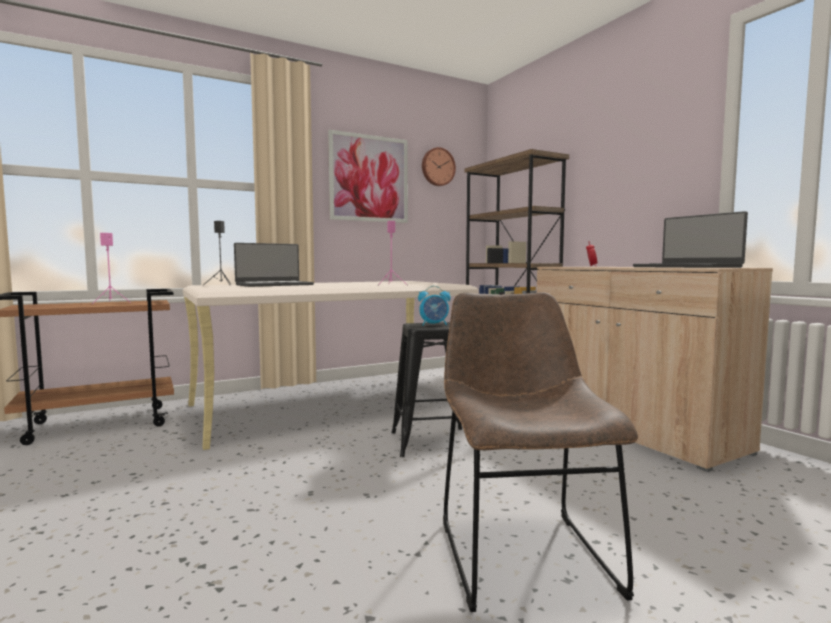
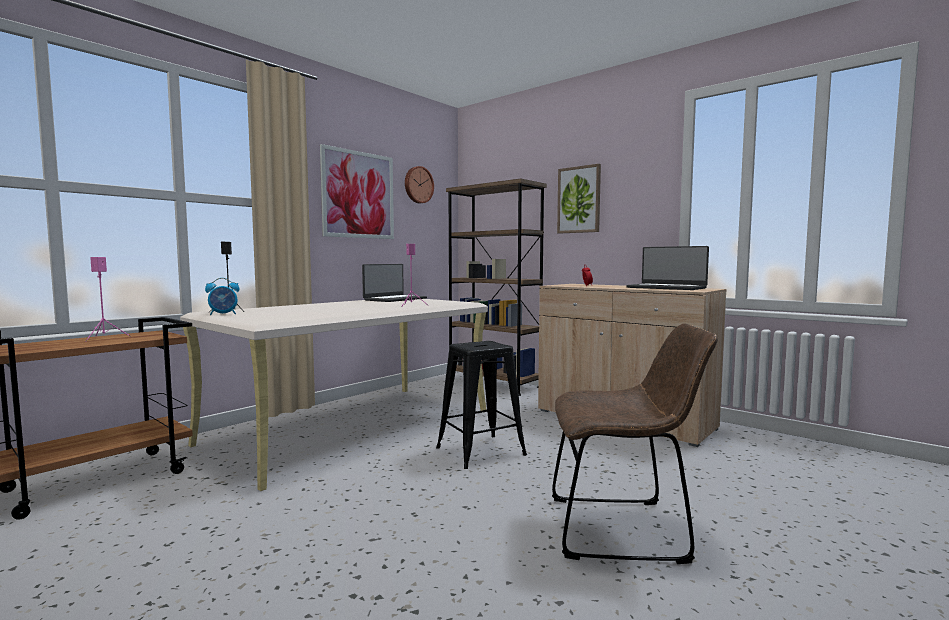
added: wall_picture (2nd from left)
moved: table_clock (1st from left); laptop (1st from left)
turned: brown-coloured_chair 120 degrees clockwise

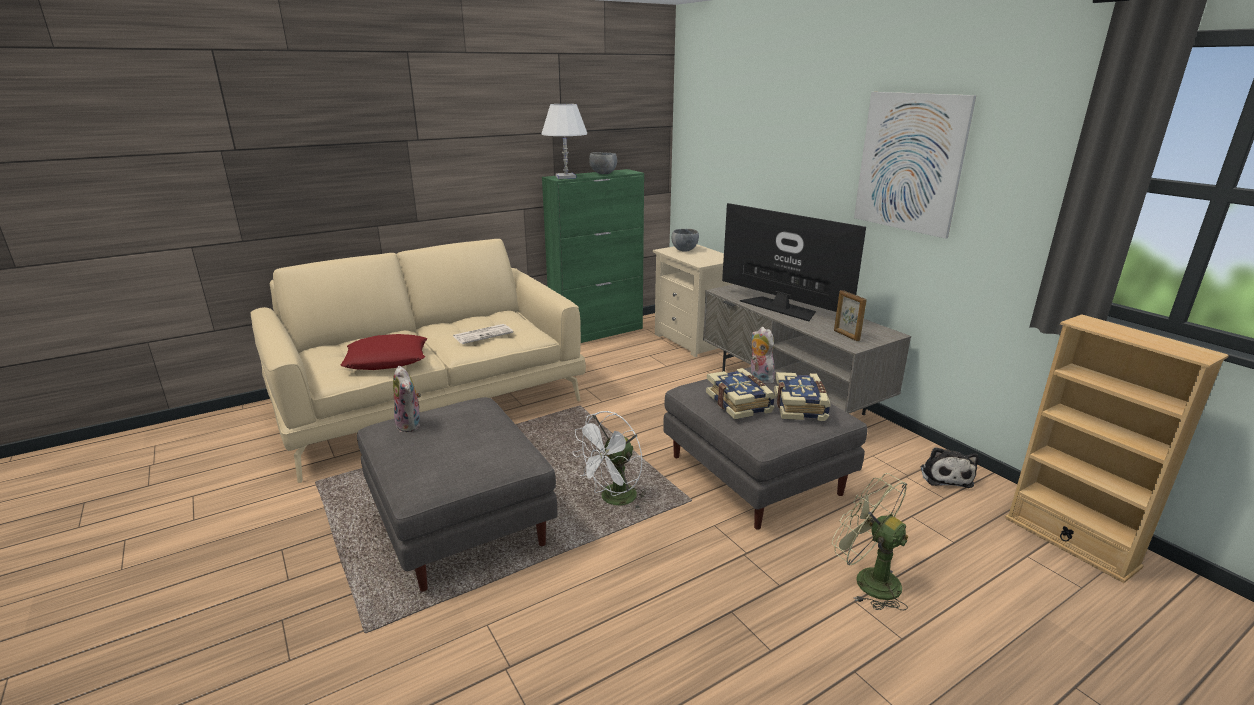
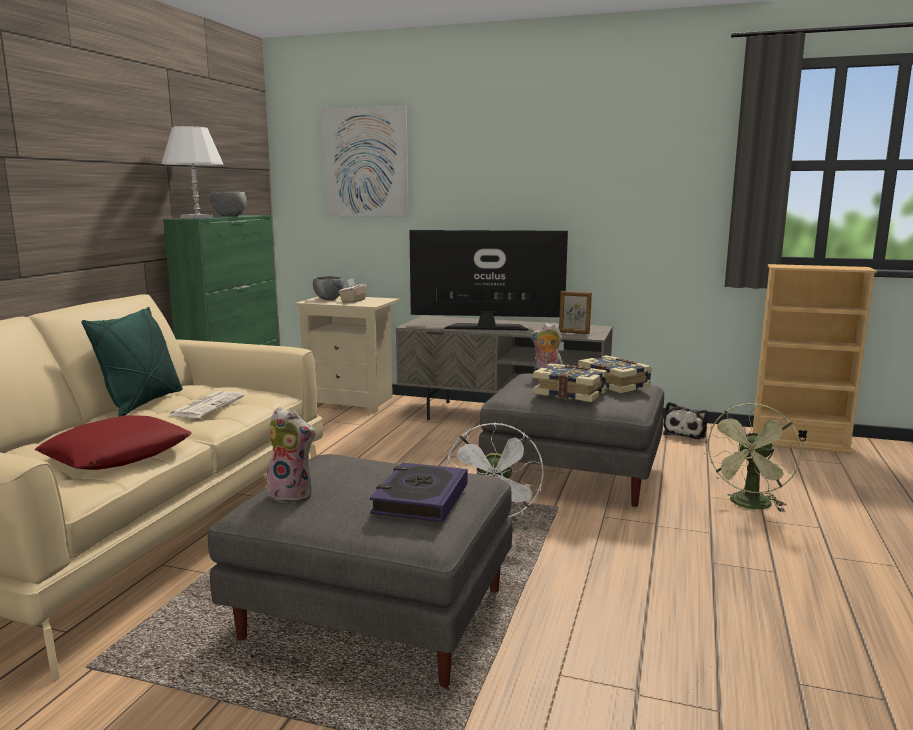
added: green-coloured_throw_pillow; beige-coloured_tissue_holder; volume (1st from left)
moved: wall_picture
turned: plush_toy (3rd from left) 60 degrees clockwise; green-coloured_fan 60 degrees counterclockwise

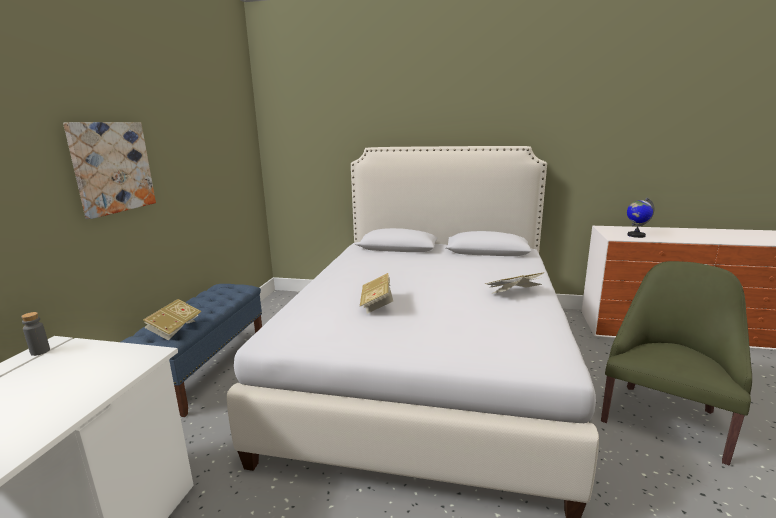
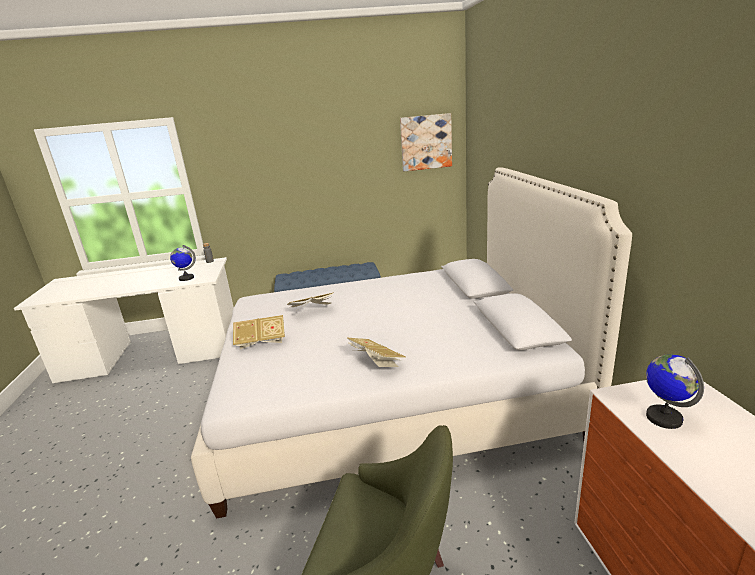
added: world_globe (1st from left)
moved: volume (1st from left); wall_picture

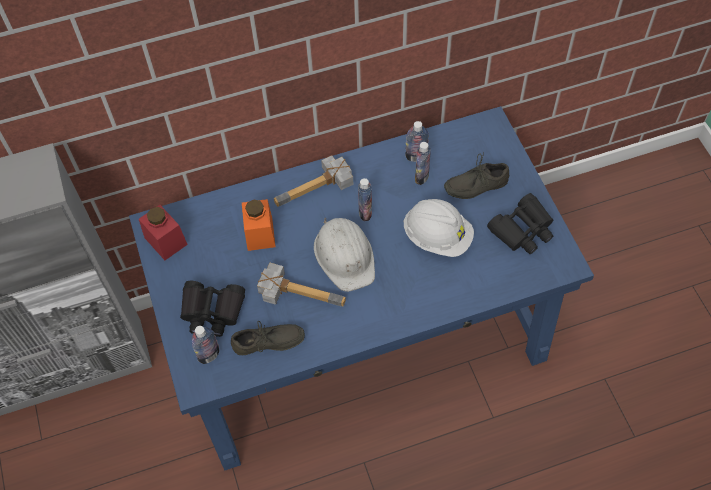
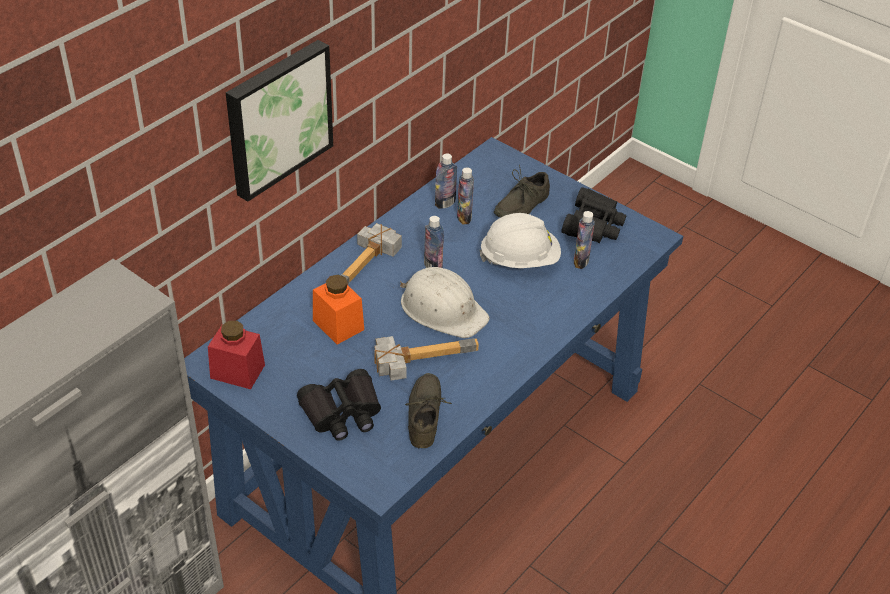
added: wall_picture
moved: beverage_bottle (1st from left in the first image) to beverage_bottle (4th from left)
turned: grey_item_of_footwear (1st from left) 45 degrees counterclockwise

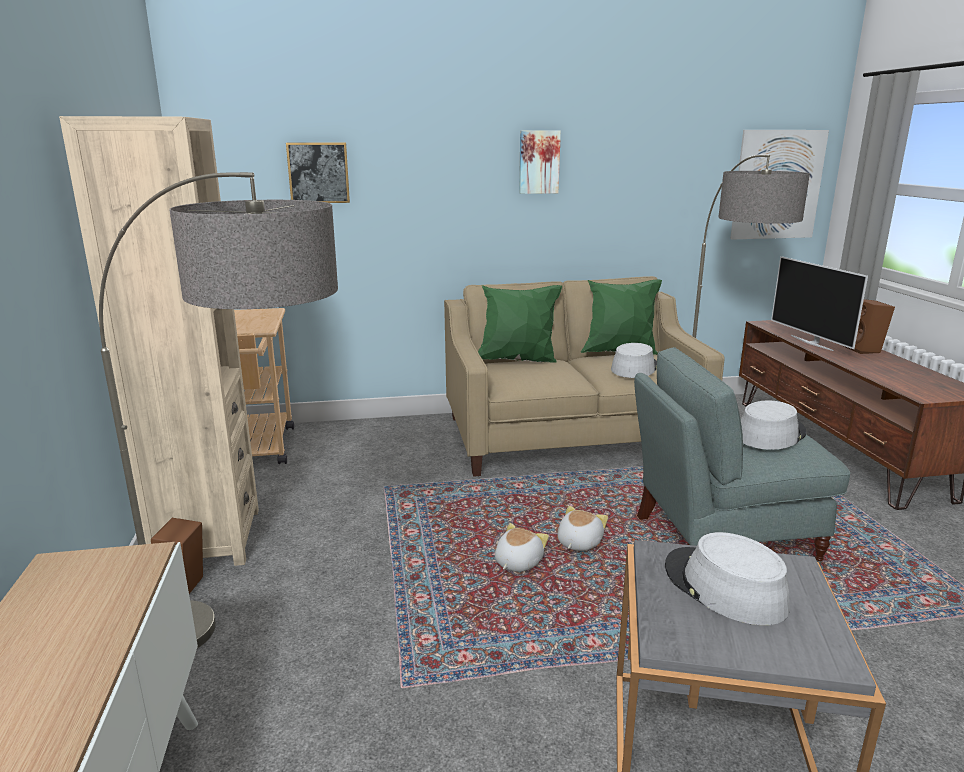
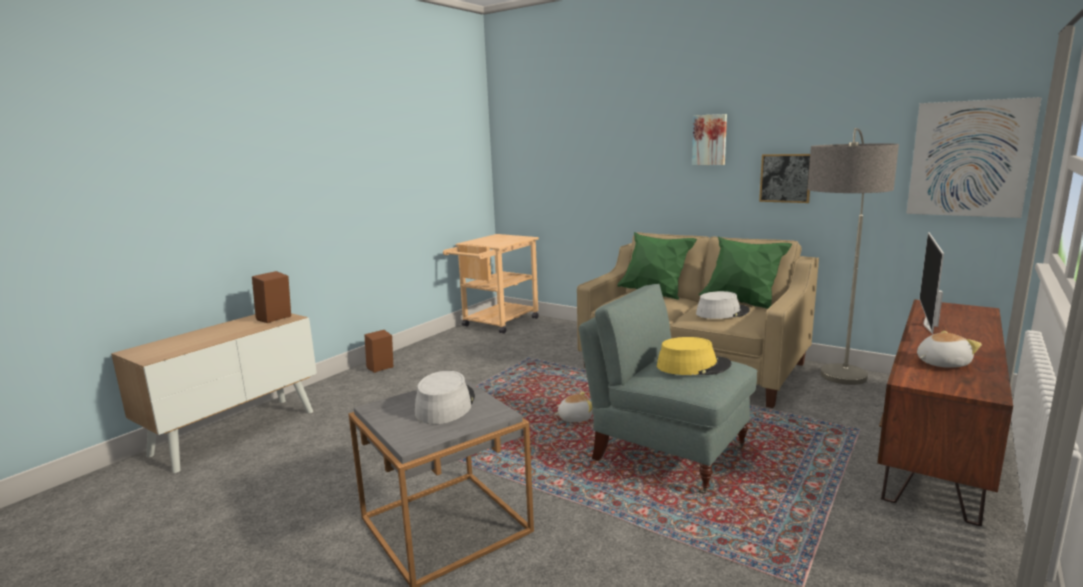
removed: beige-coloured_shelving_unit; floor_lamp (1st from left)
moved: brown-coloured_speaker (2nd from left in the first image) to brown-coloured_speaker (1st from left); wall_picture (1st from left in the first image) to wall_picture (2nd from left); plush_toy (1st from left in the first image) to plush_toy (2nd from left)
recoloured: grey_wearable_hat (3rd from left) to yellow-coloured_wearable_hat

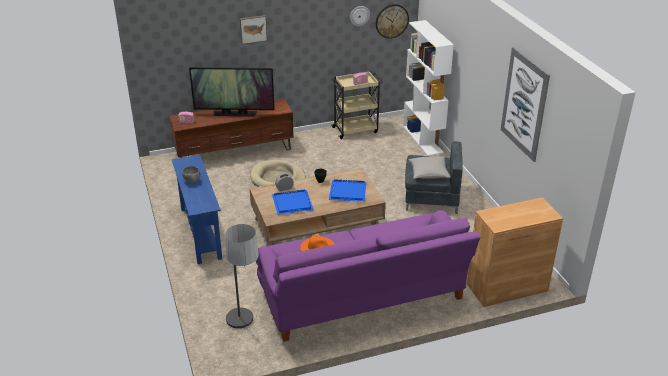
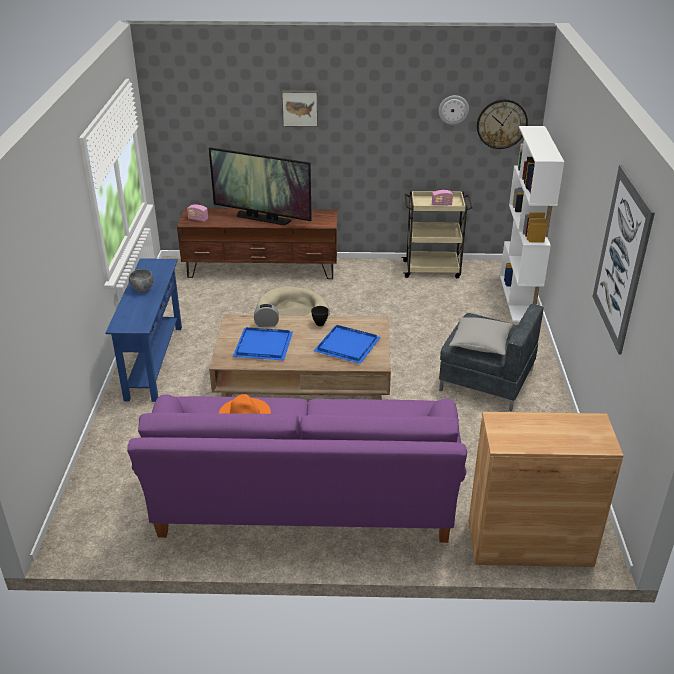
removed: floor_lamp

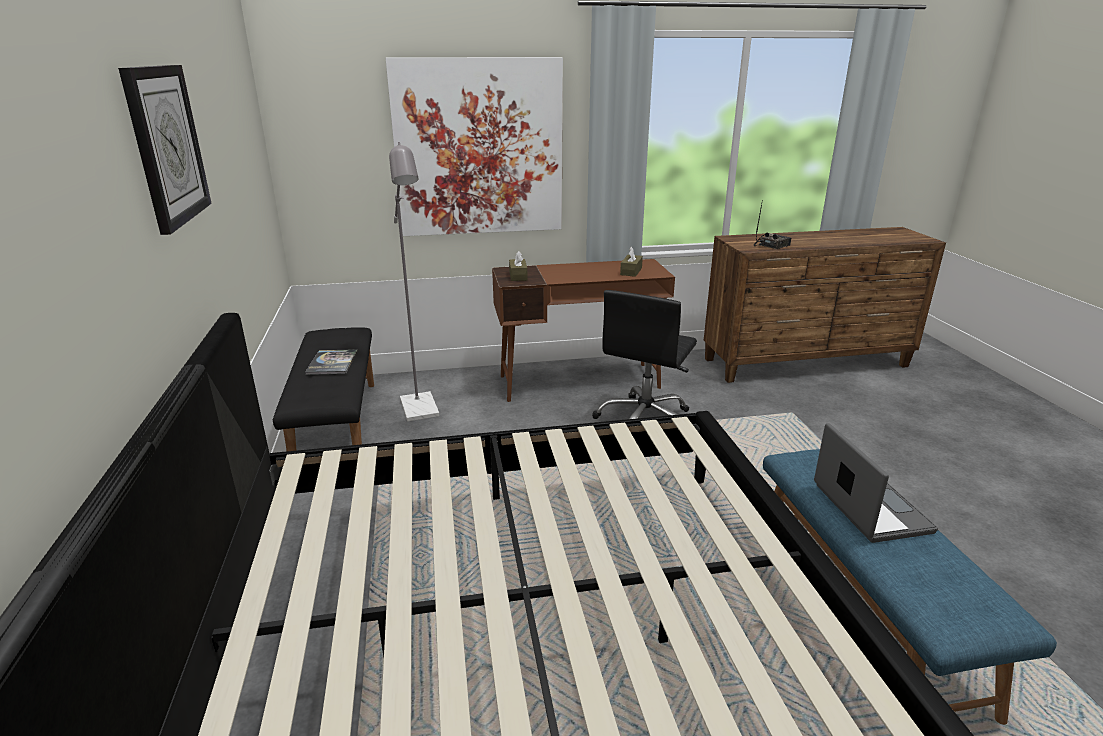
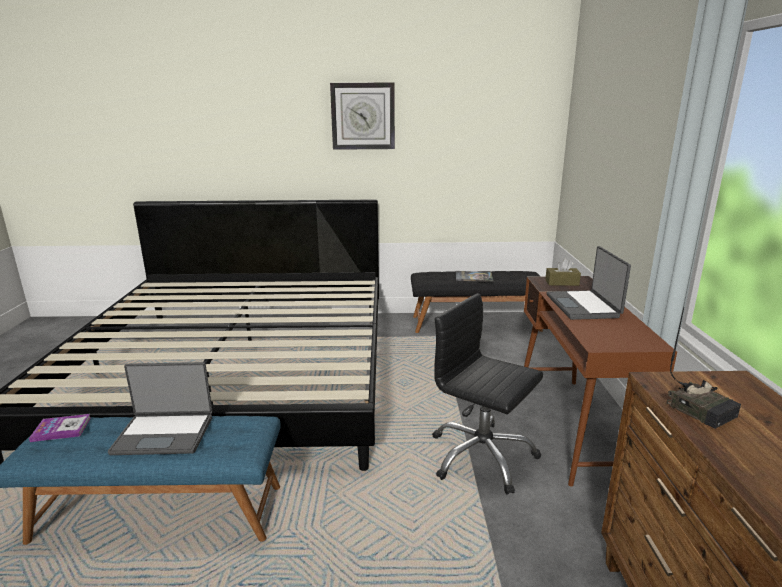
removed: wall_picture; grey_floor_lamp; brown-coloured_tissue_holder (2nd from left)
added: volume (1st from left); laptop (2nd from left)

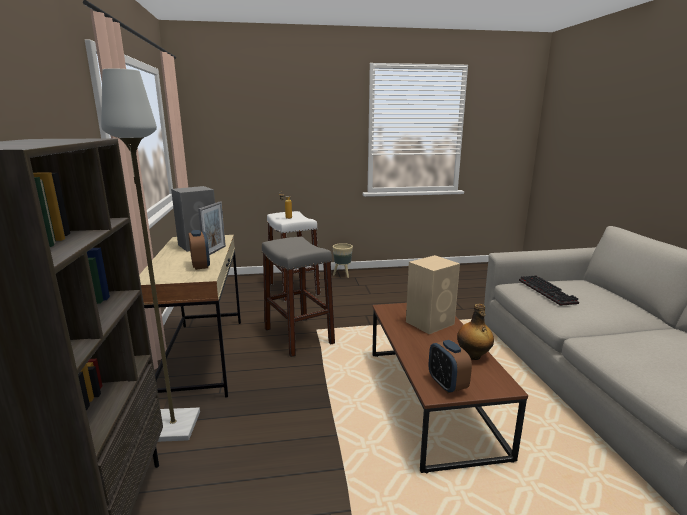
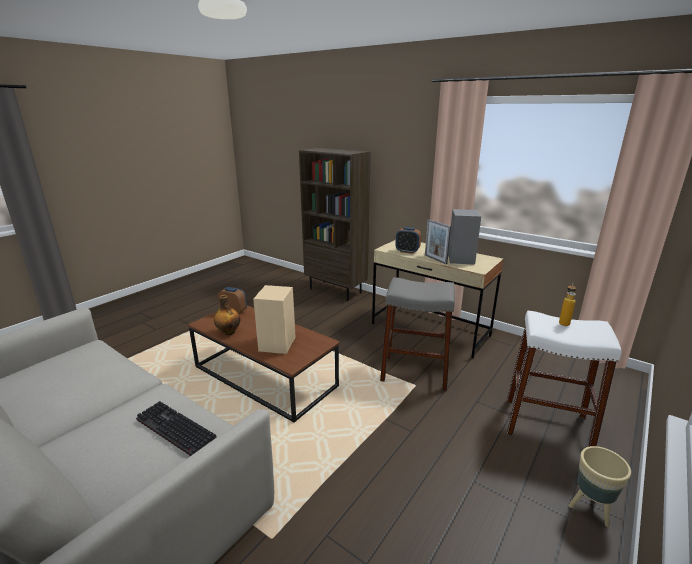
removed: grey_floor_lamp

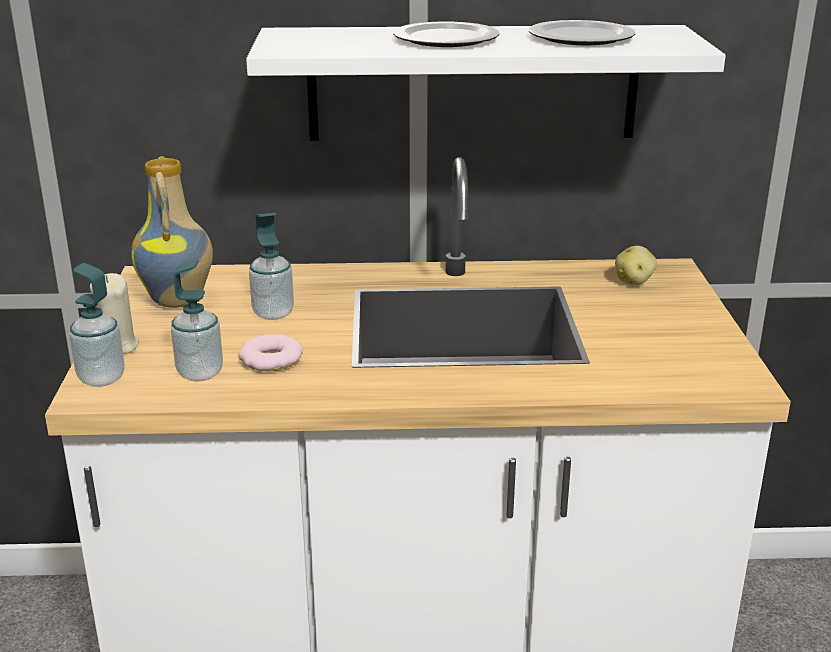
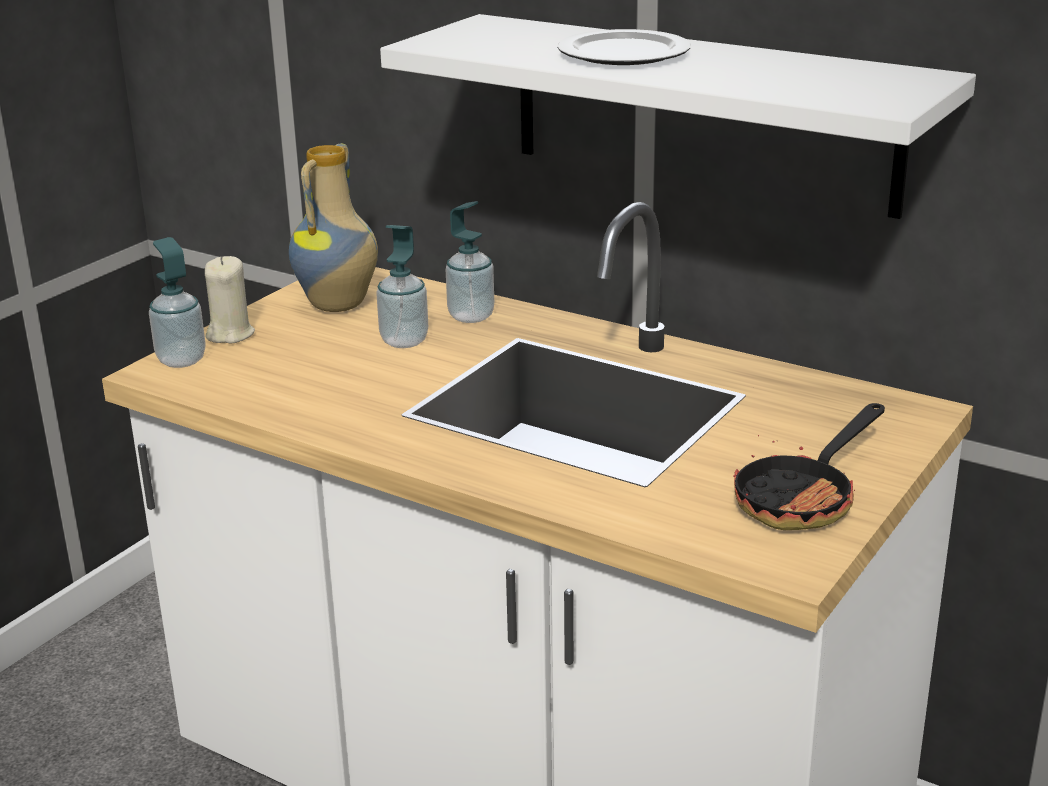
removed: ring_doughnut; flat_dish (2nd from left); spud
added: frying_pan
moved: soap_dispenser (2nd from left in the first image) to soap_dispenser (3rd from left)

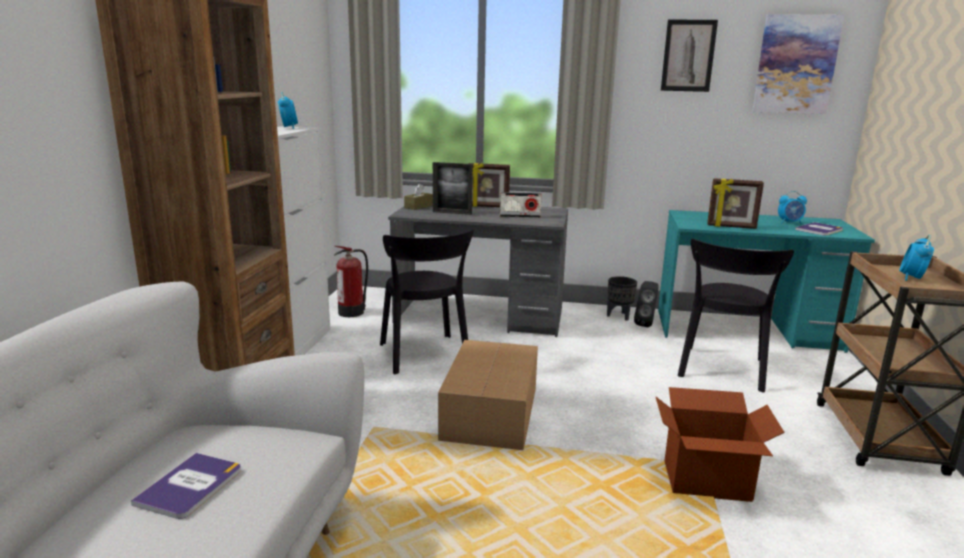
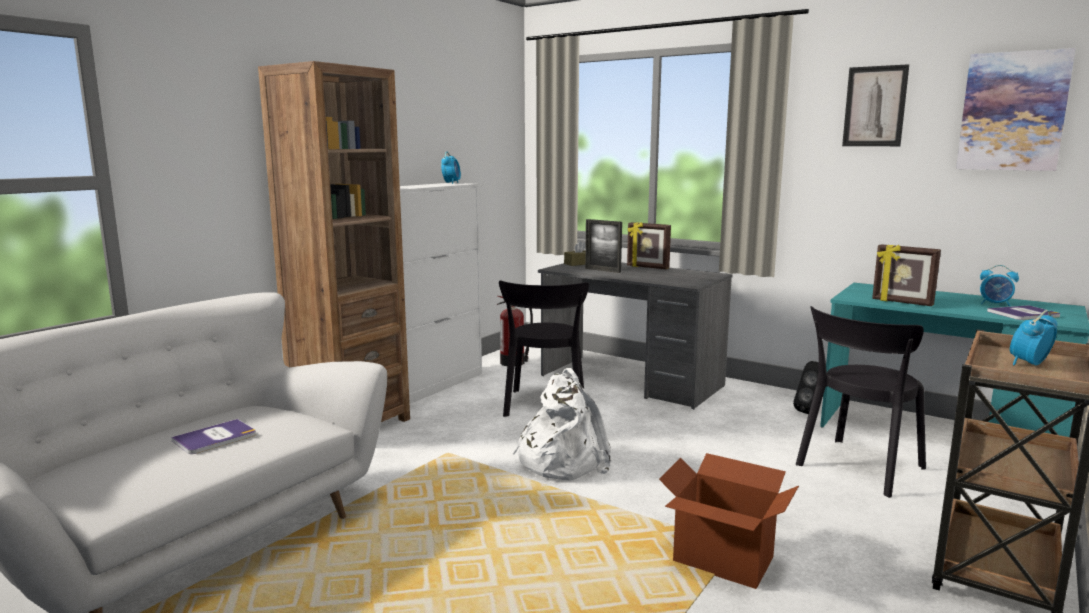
removed: radio_receiver; black_planter
replaced: cardboard_box (1st from left) to whitish_knapsack

